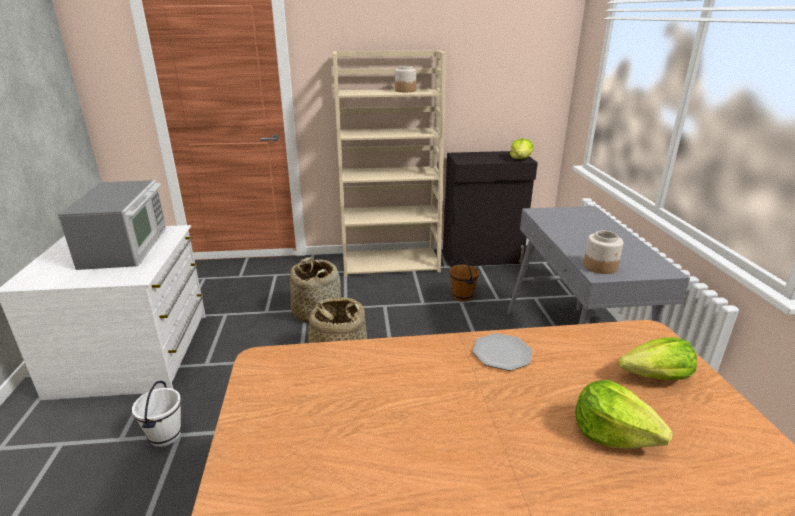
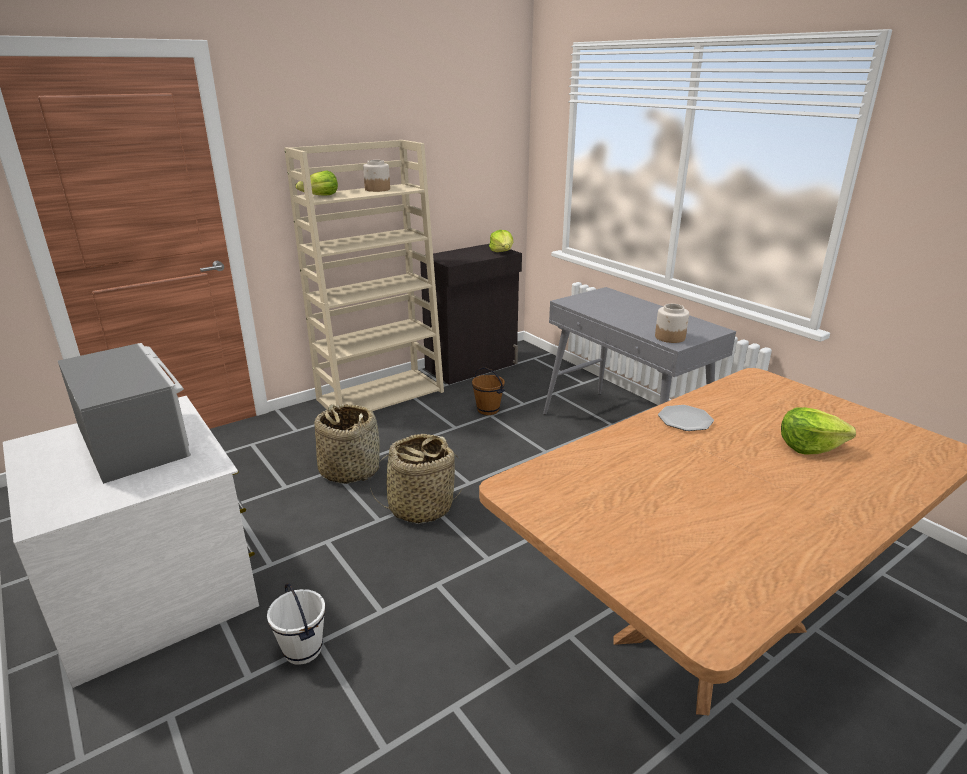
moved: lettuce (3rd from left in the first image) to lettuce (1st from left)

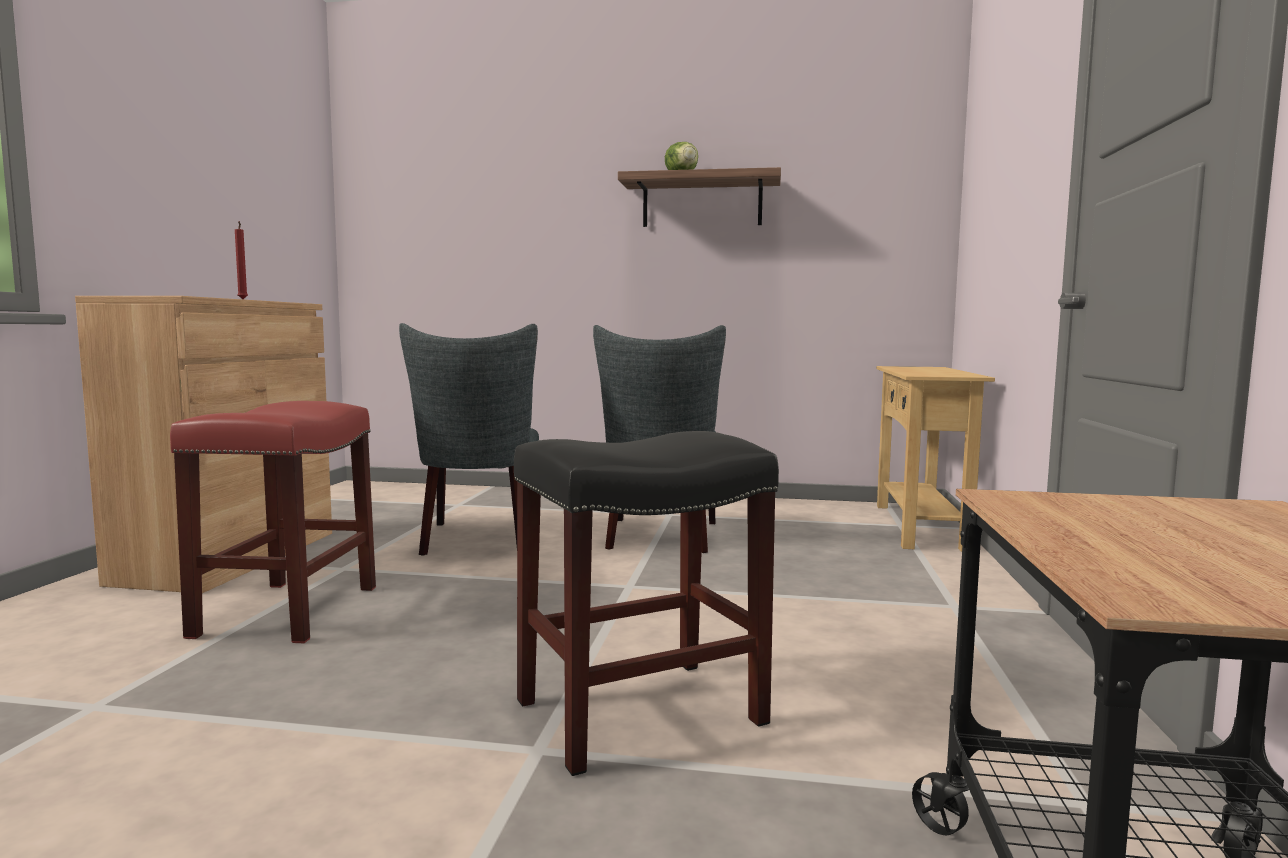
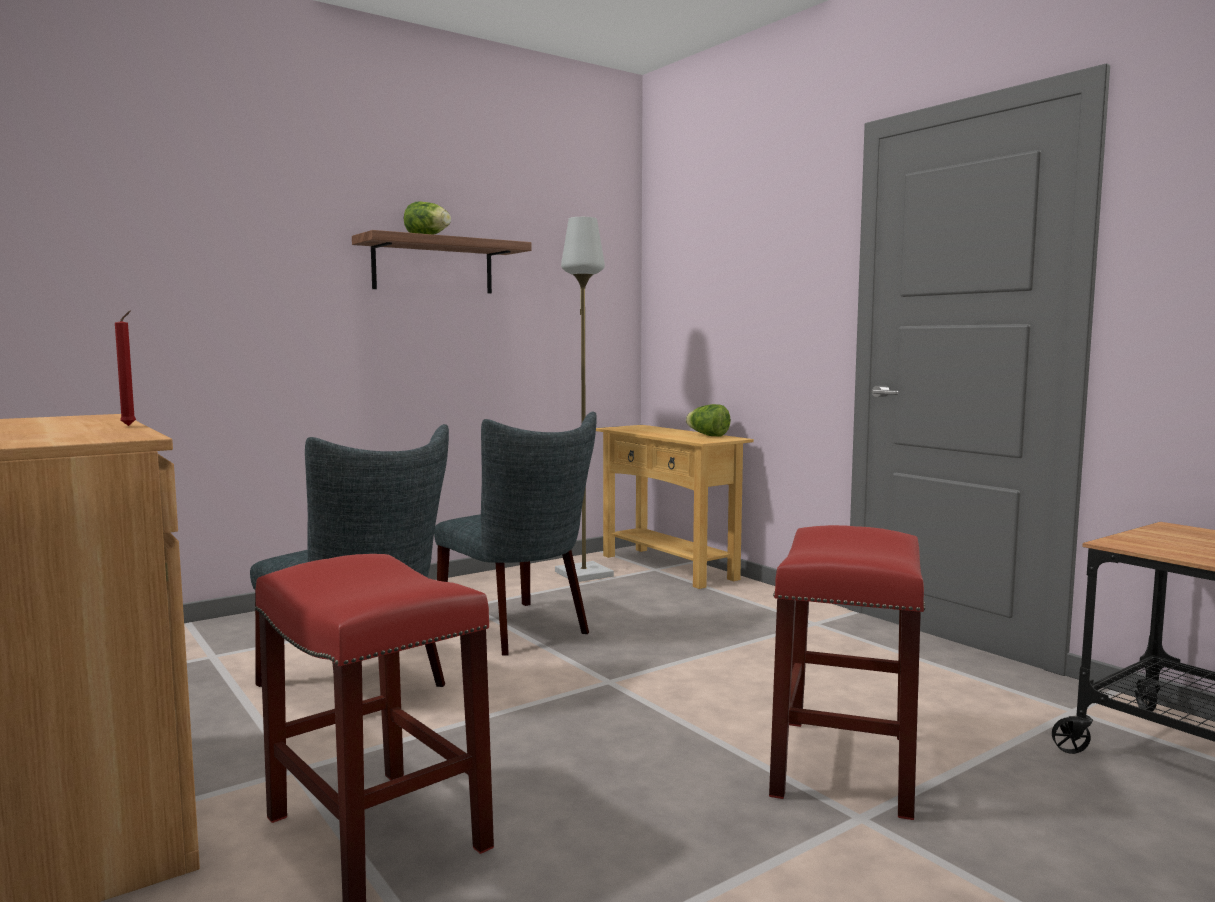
added: grey_floor_lamp; lettuce (2nd from left)
recoloured: black_stool_seat to red-coloured_stool_seat (2nd from left)

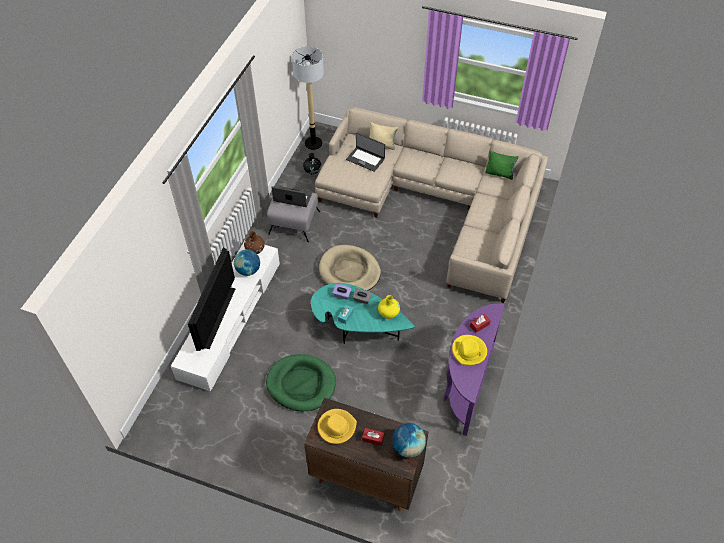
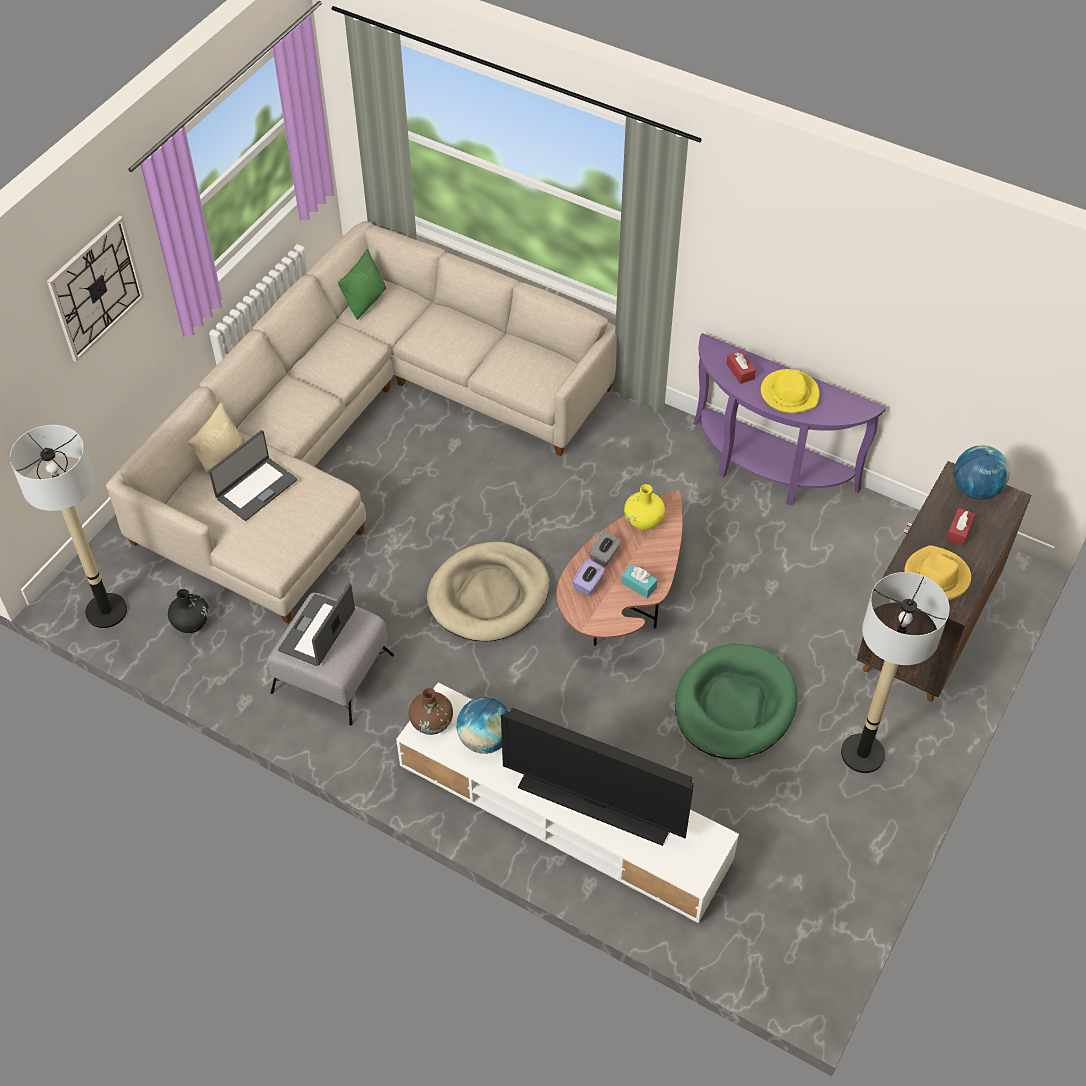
added: hanging_clock; floor_lamp (2nd from left)
recoloured: turquoise_low_table to brown-coloured_low_table

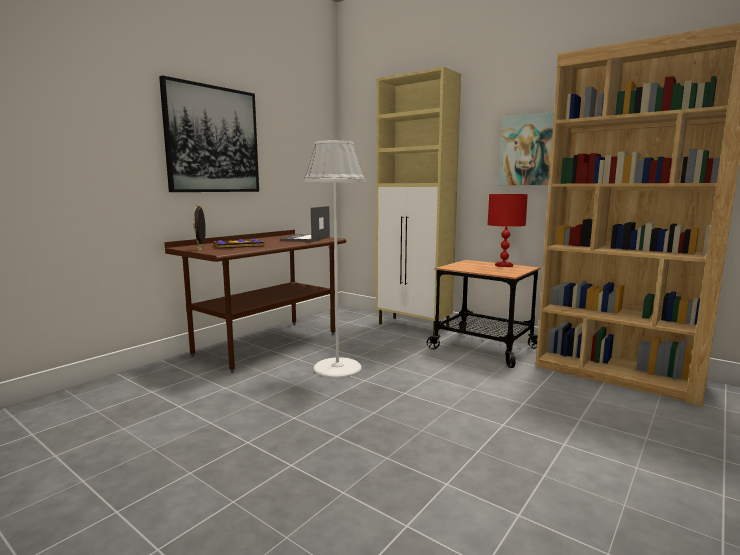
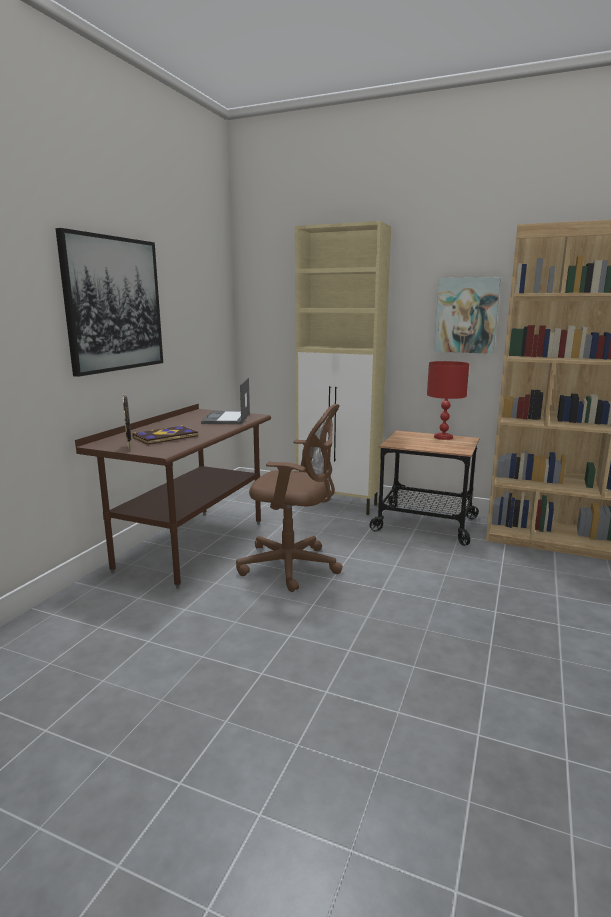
replaced: whitish_floor_lamp to brown-coloured_computer_chair

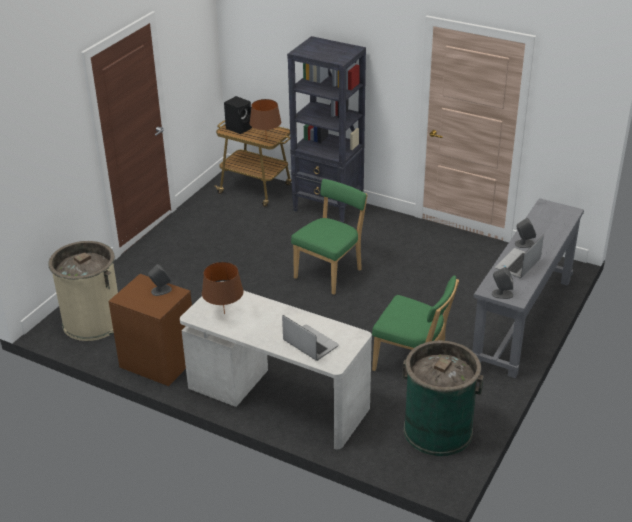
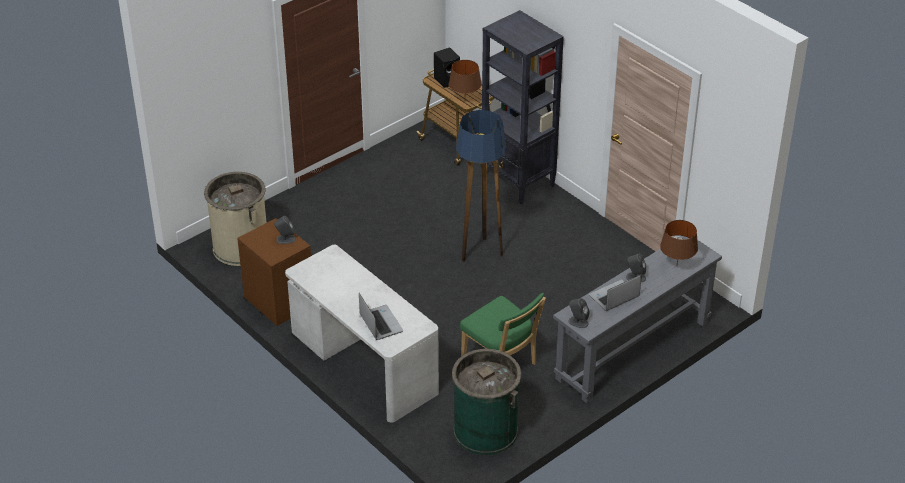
moved: brown-coloured_tabletop_lamp (1st from left in the first image) to brown-coloured_tabletop_lamp (2nd from left)
replaced: green-coloured_chair (1st from left) to floor_lamp

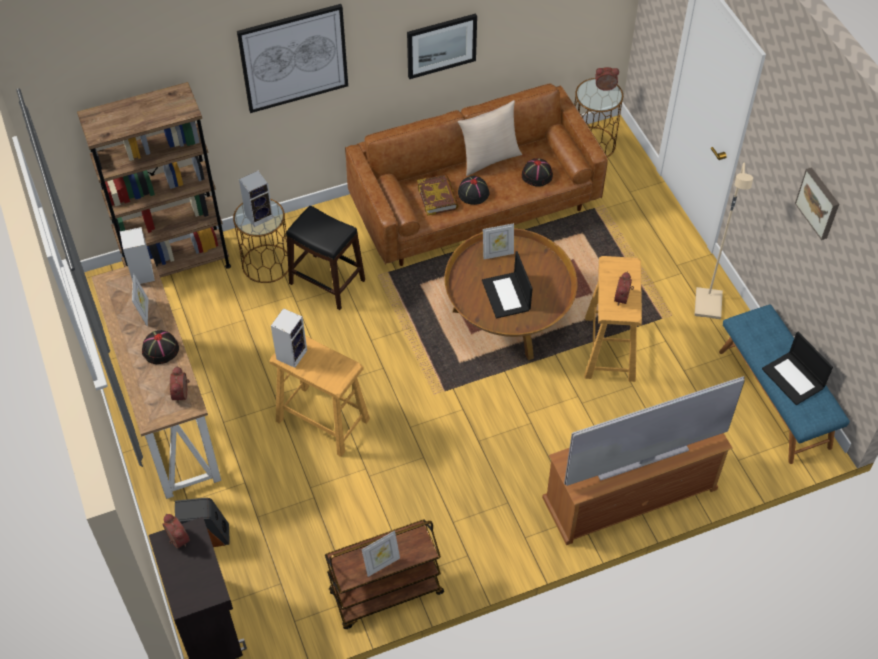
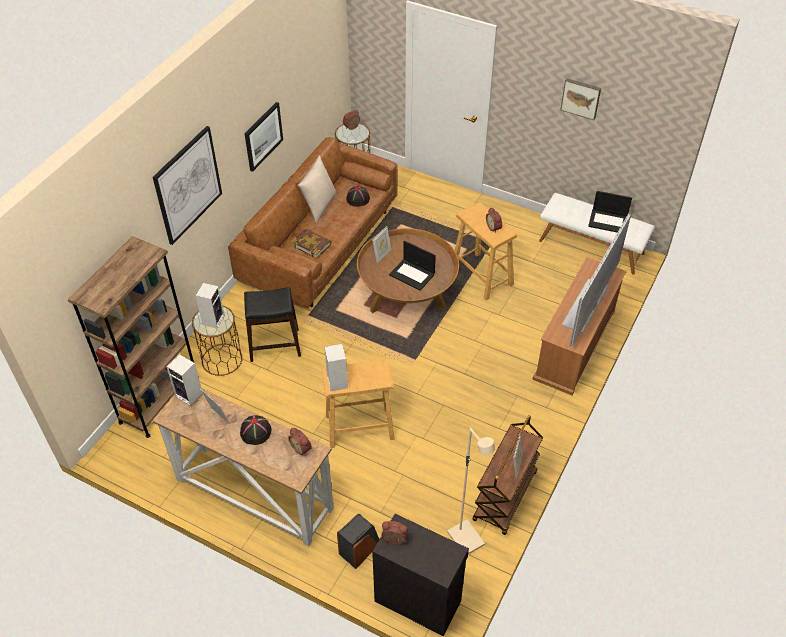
removed: black_wearable_hat (2nd from left)
moved: beige-coloured_floor_lamp
recoloured: bluish_indoor_bench to whitish_indoor_bench

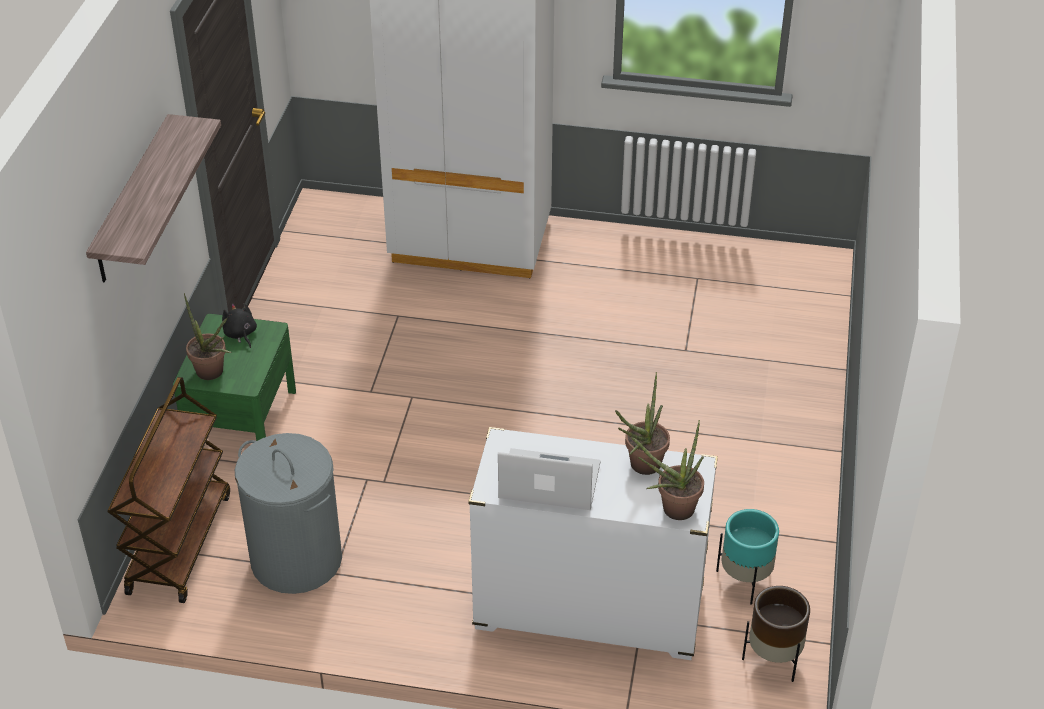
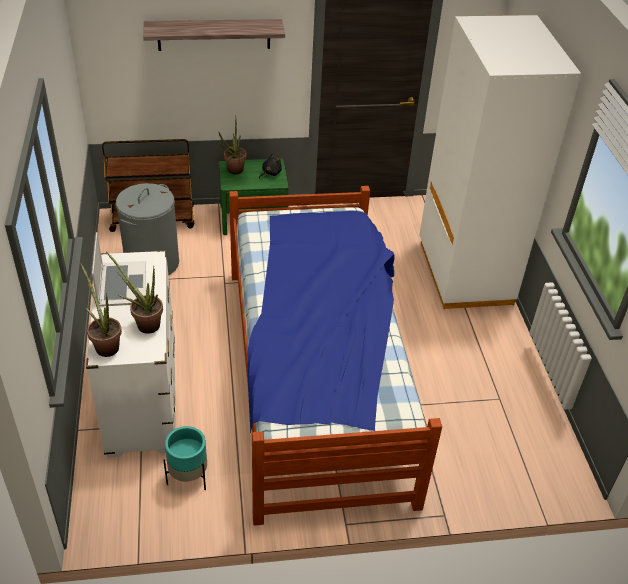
removed: brown-coloured_planter
added: bed

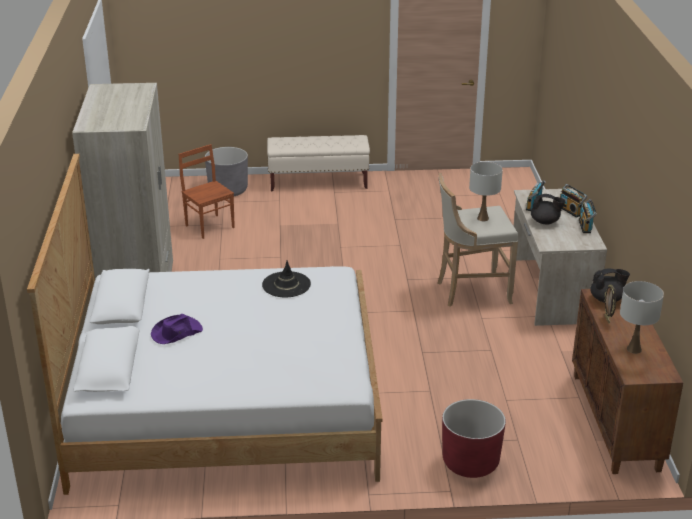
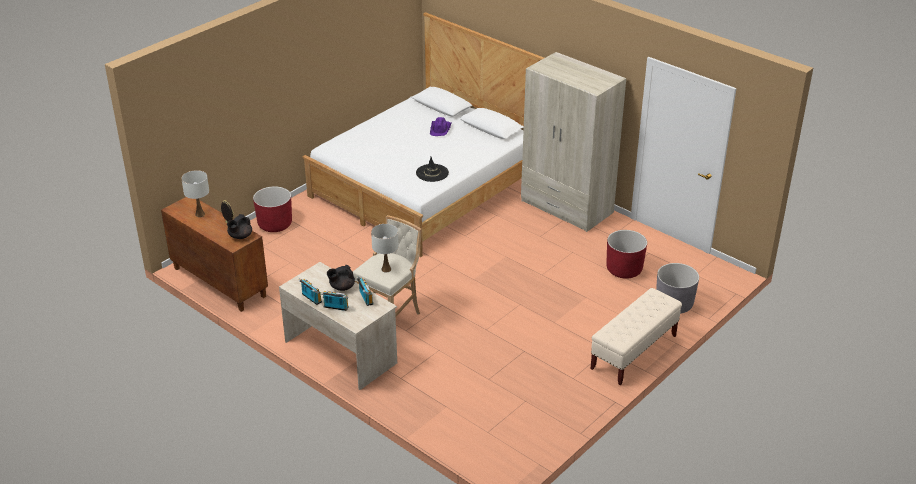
replaced: brown-coloured_chair to red-coloured_planter (2nd from left)

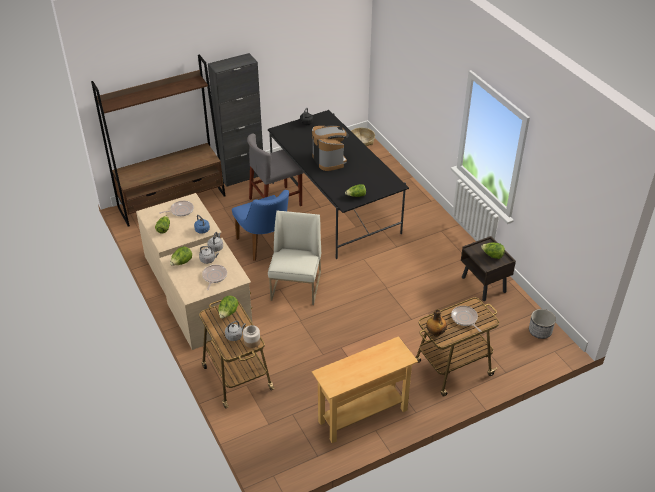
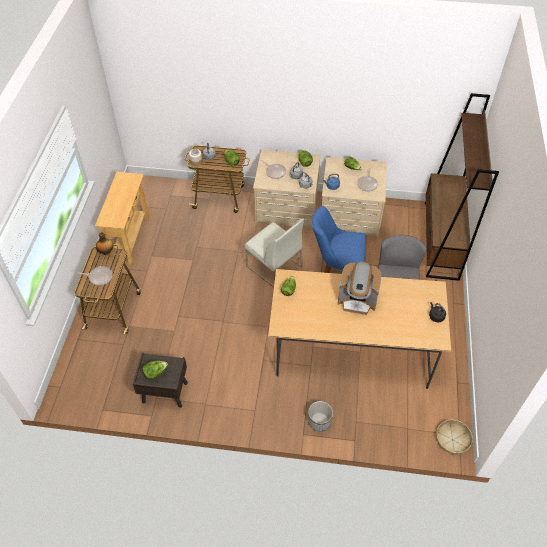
removed: black_cabinet
moved: planter
recoloured: black_dinner_table to beige-coloured_dinner_table

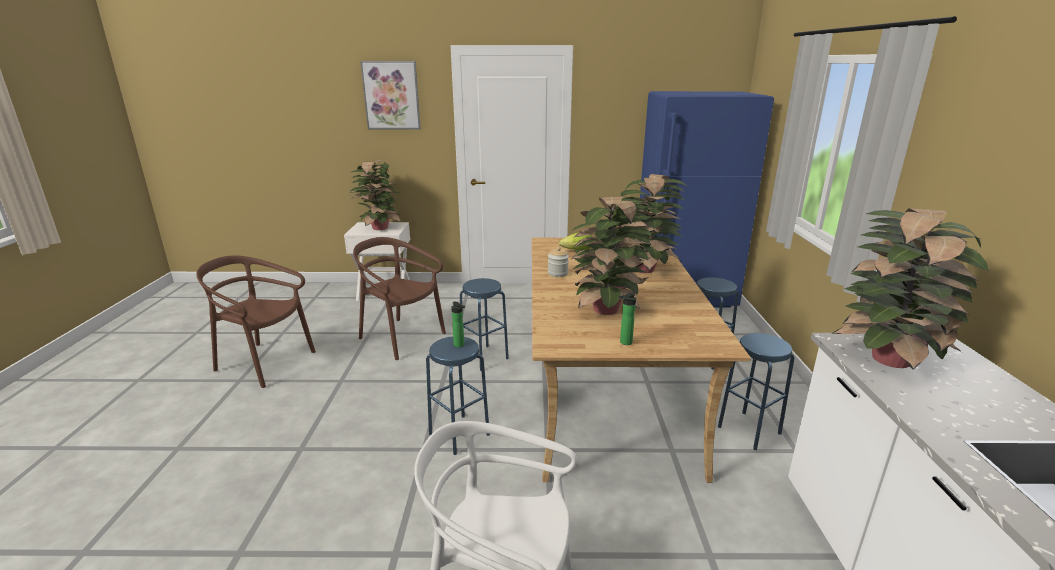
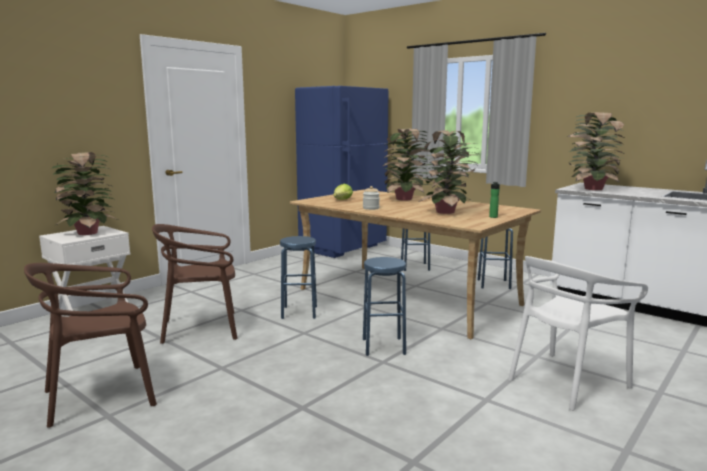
removed: wall_picture; beverage_bottle (1st from left)

